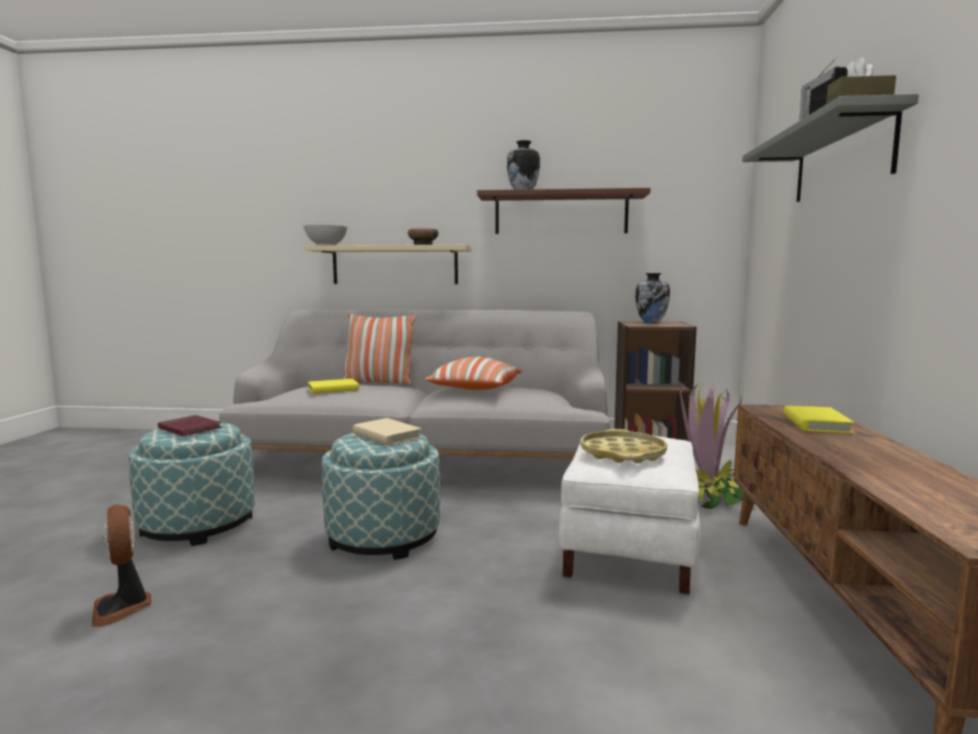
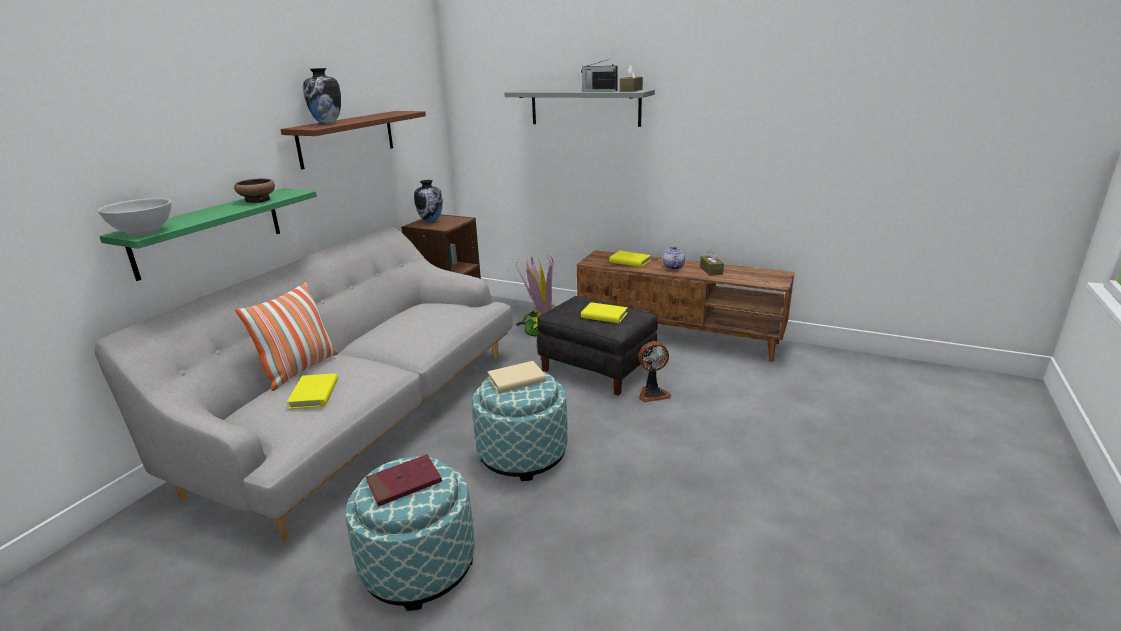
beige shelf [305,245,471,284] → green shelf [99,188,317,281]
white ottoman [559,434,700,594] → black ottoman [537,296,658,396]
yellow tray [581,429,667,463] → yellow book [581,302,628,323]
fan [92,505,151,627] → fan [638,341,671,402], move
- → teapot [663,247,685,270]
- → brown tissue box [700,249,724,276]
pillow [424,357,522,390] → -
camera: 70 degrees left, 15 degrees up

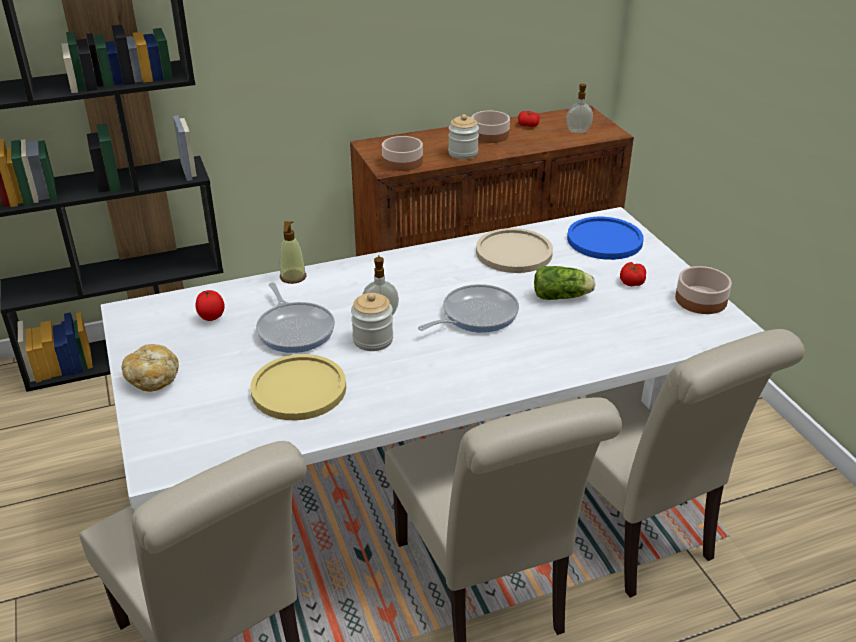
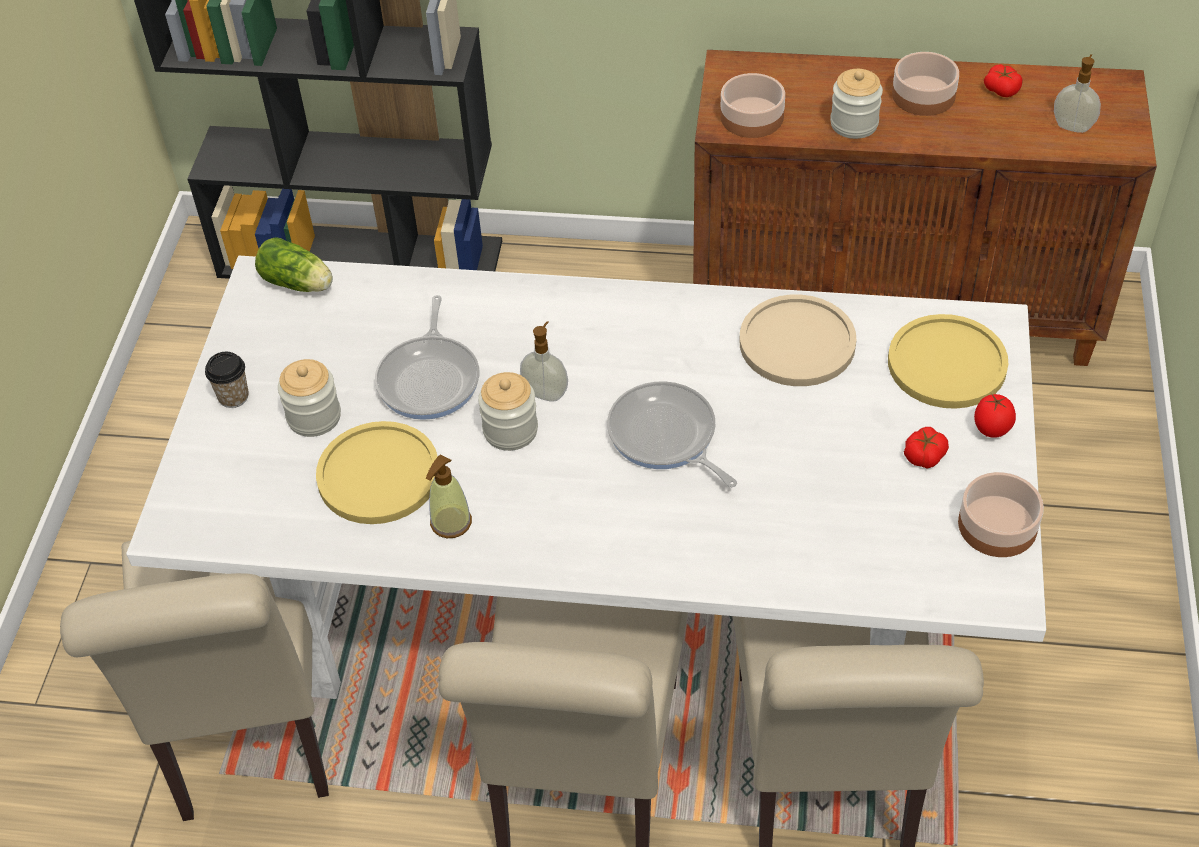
bread [122,344,179,392] → cup [205,352,249,408]
lettuce [534,266,595,300] → lettuce [255,237,333,292], move
- → jar [278,359,341,437]
soap dispenser [280,221,306,284] → soap dispenser [426,455,472,538], move
frying pan [418,284,519,333] → frying pan [607,381,737,487], 120 degrees counterclockwise
blue plate [567,217,644,260] → yellow plate [888,314,1008,409]
tomato [196,290,225,321] → tomato [974,394,1016,438], move
camera: 30 degrees right, 15 degrees up

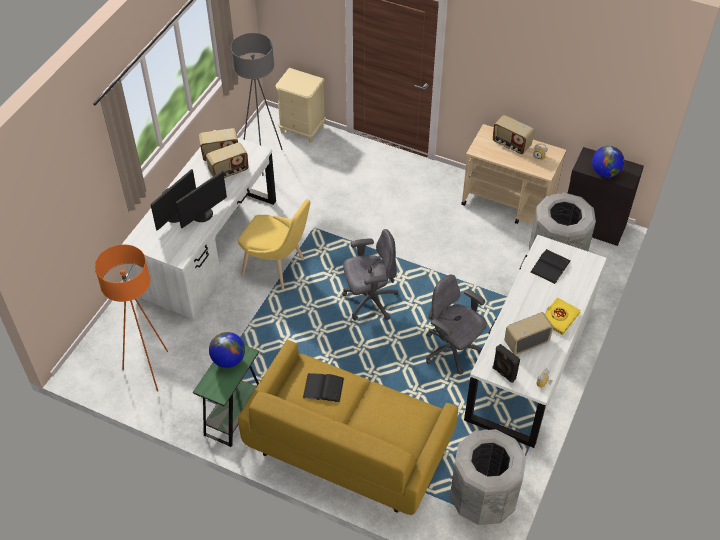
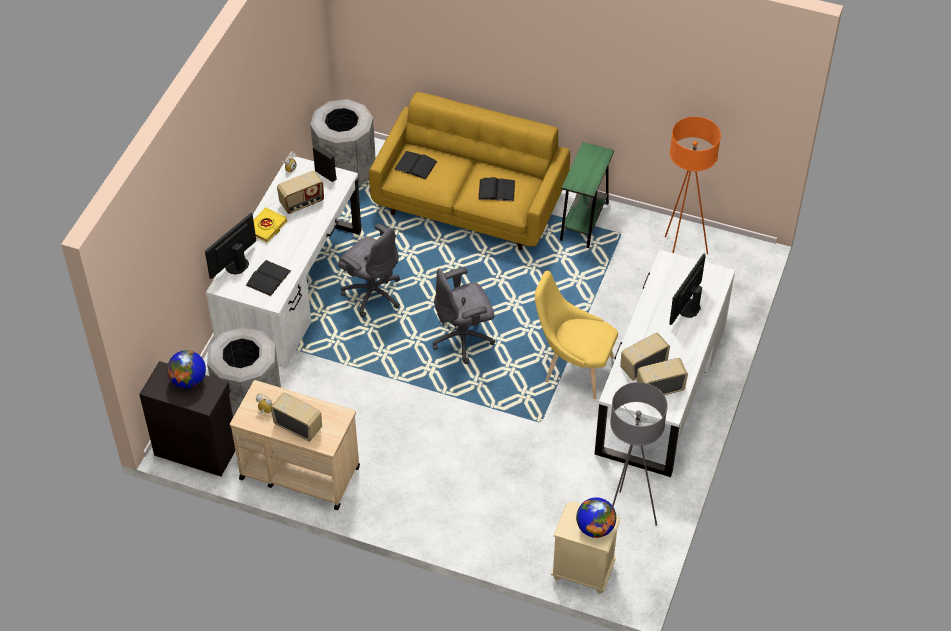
monitor [176,171,227,228] → monitor [205,213,256,279], move
- → black book [394,151,438,180]
globe [209,332,245,368] → globe [576,497,616,538], move
camera: 175 degrees right, 0 degrees up

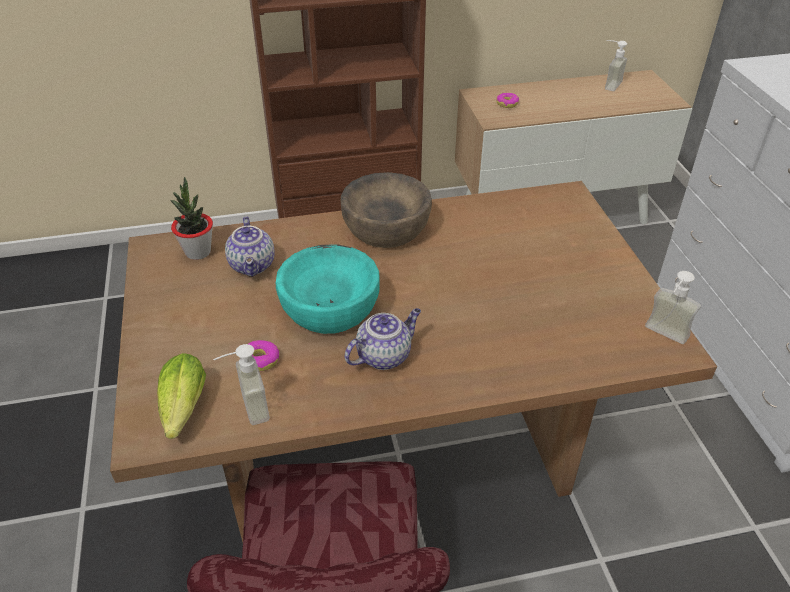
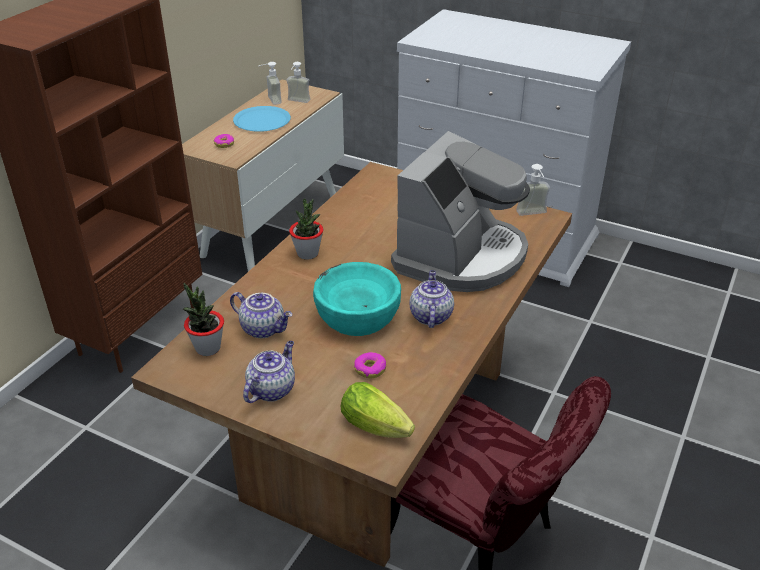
- → blue plate [233,106,291,132]
- → teapot [243,341,295,403]
soap dispenser [213,344,270,425] → soap dispenser [286,62,310,103], move
brown bowl [341,172,432,248] → potted plant [289,199,323,260]
- → coffee machine [391,131,530,292]
camera: 50 degrees left, 5 degrees down

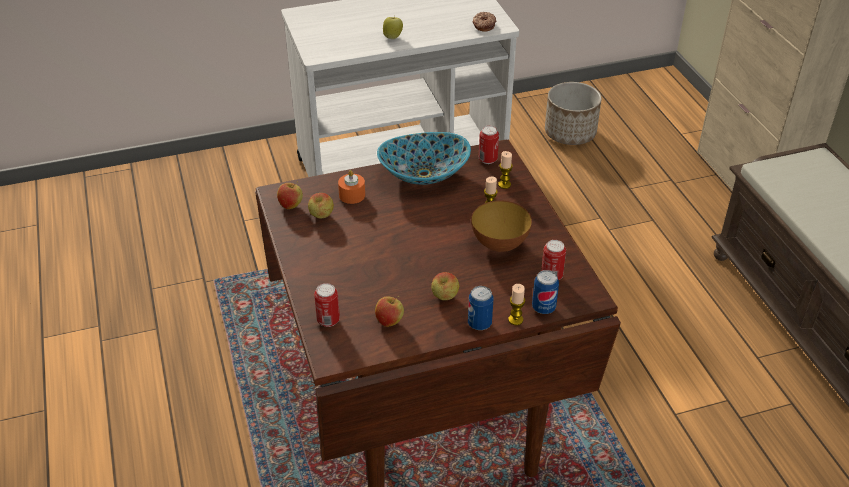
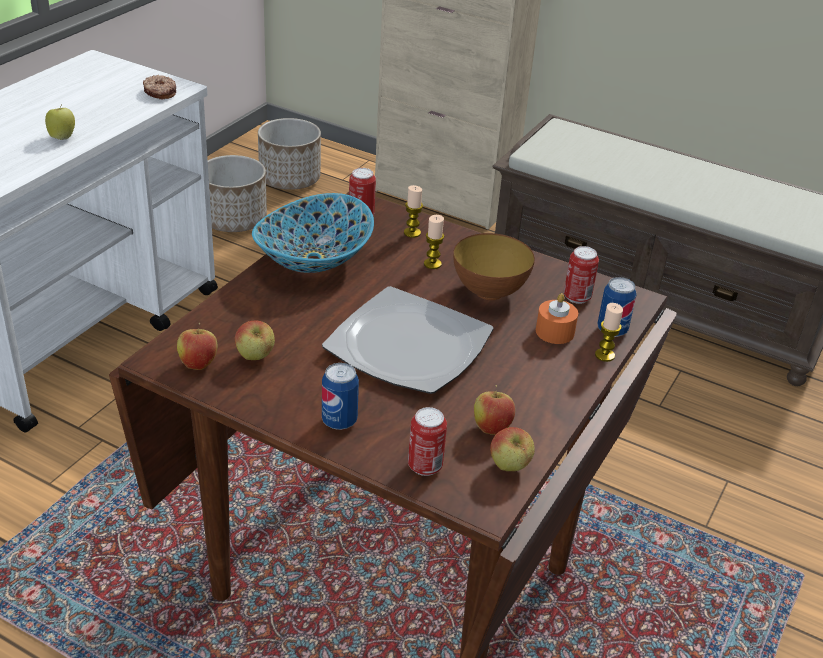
- → planter [258,118,321,190]
- → plate [322,286,493,394]
can [468,286,494,330] → can [322,363,359,430], move
apple [431,272,459,300] → apple [490,427,535,471], move
orange candle [338,170,365,204] → orange candle [536,293,578,344], move
camera: 45 degrees left, 5 degrees down

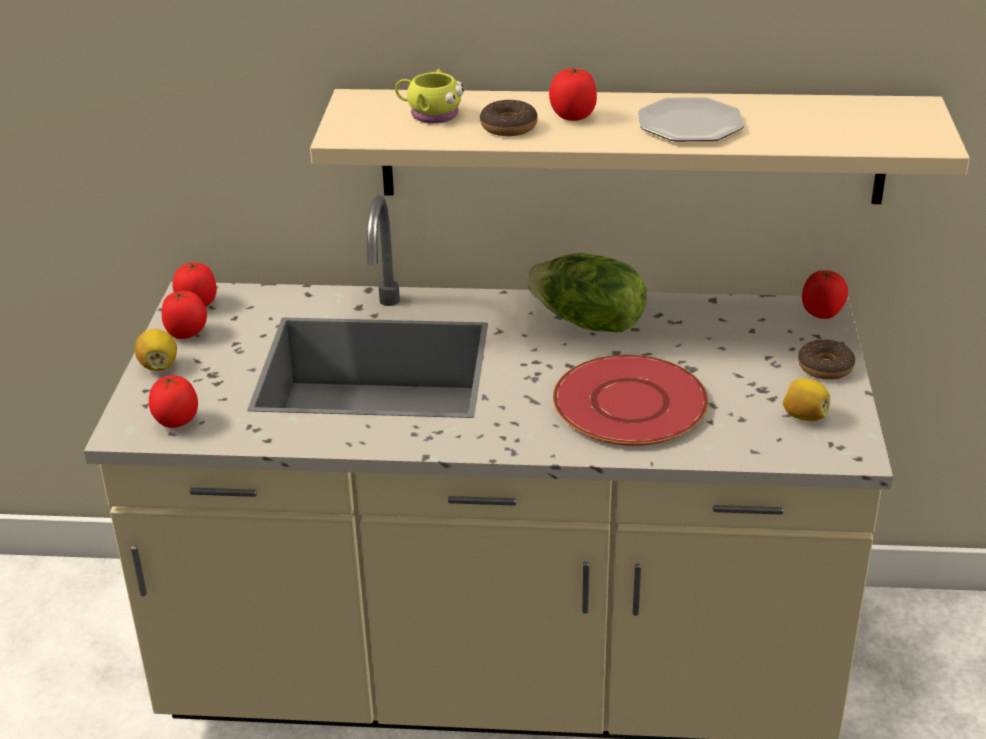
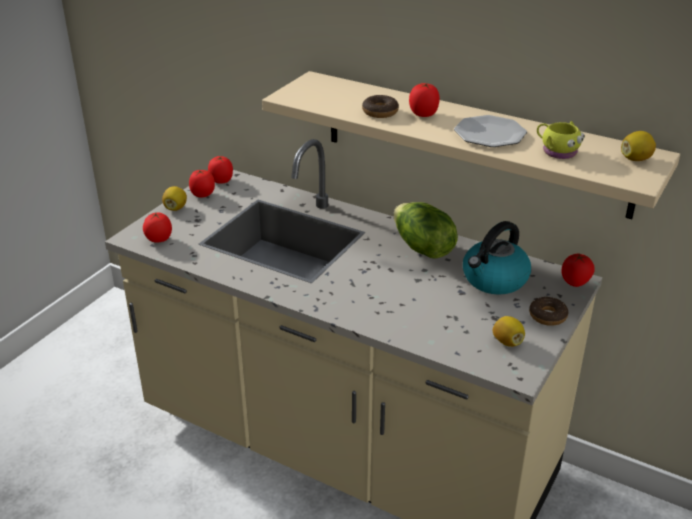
- → kettle [463,221,531,295]
yellow mug [395,69,464,123] → yellow mug [537,121,585,159], move
- → lemon [621,131,656,161]
red plate [553,355,708,446] → -
camera: 25 degrees right, 0 degrees up

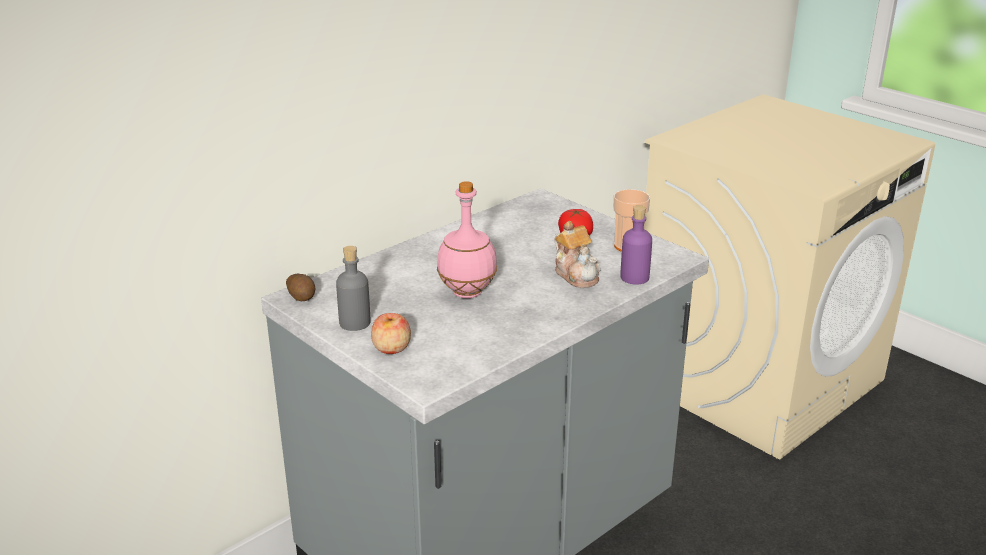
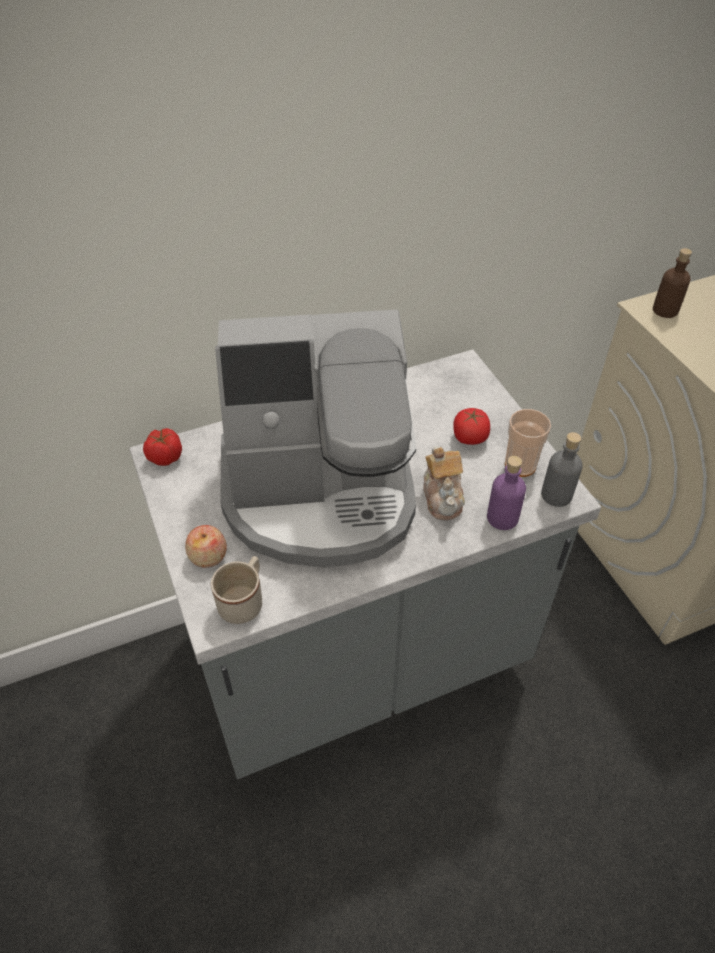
potato [286,274,315,301] → tomato [143,428,182,466]
- → beige mug [211,556,262,624]
pink bottle [437,181,497,298] → coffee machine [215,309,416,568]
grey bottle [336,246,370,331] → grey bottle [541,432,583,507], move
- → brown bottle [653,248,692,318]
camera: 20 degrees right, 20 degrees up

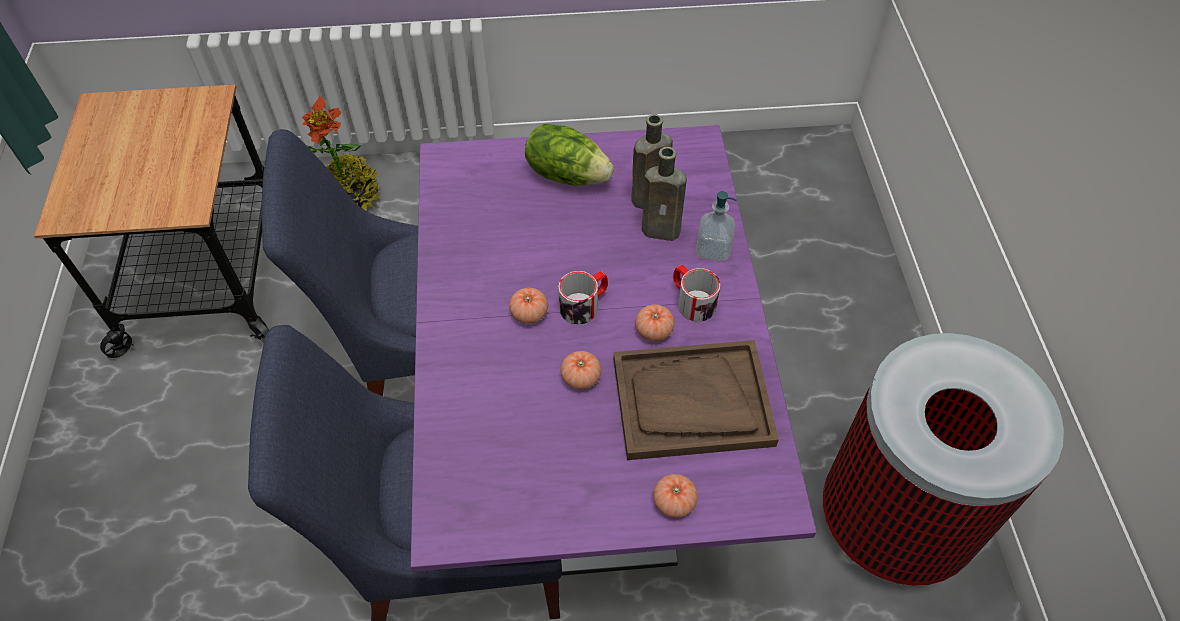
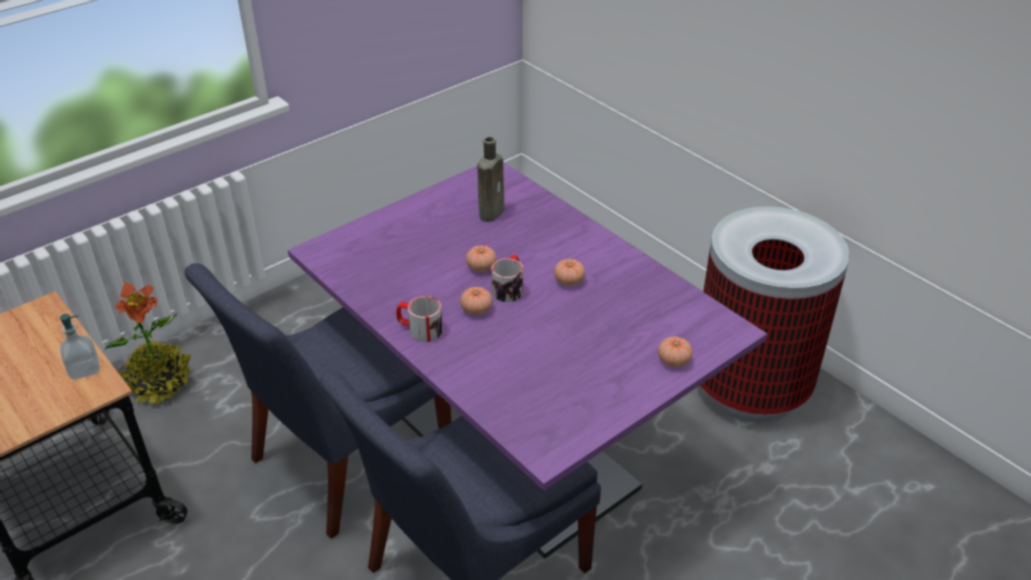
soap dispenser [696,191,737,261] → soap dispenser [60,314,100,380], move
mug [673,265,720,322] → mug [396,296,443,342], move
tomato [560,351,601,389] → tomato [466,245,497,272], move
lettuce [525,124,614,186] → -
brown tray [613,340,779,460] → -
brown bottle [642,147,687,241] → -
camera: 35 degrees left, 15 degrees down

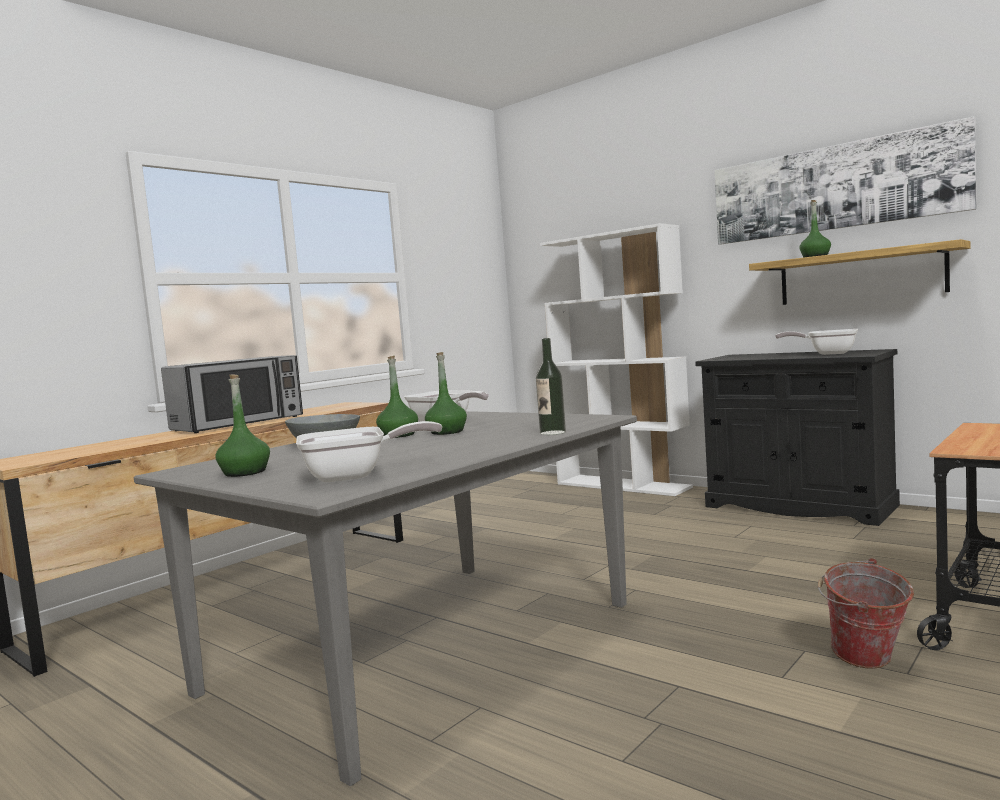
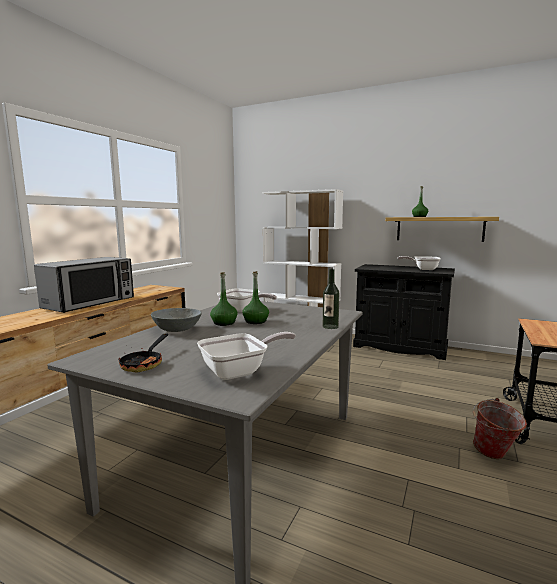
green bottle [215,375,270,477] → frying pan [119,333,168,372]
picture [715,116,976,245] → -
camera: 15 degrees left, 5 degrees up

